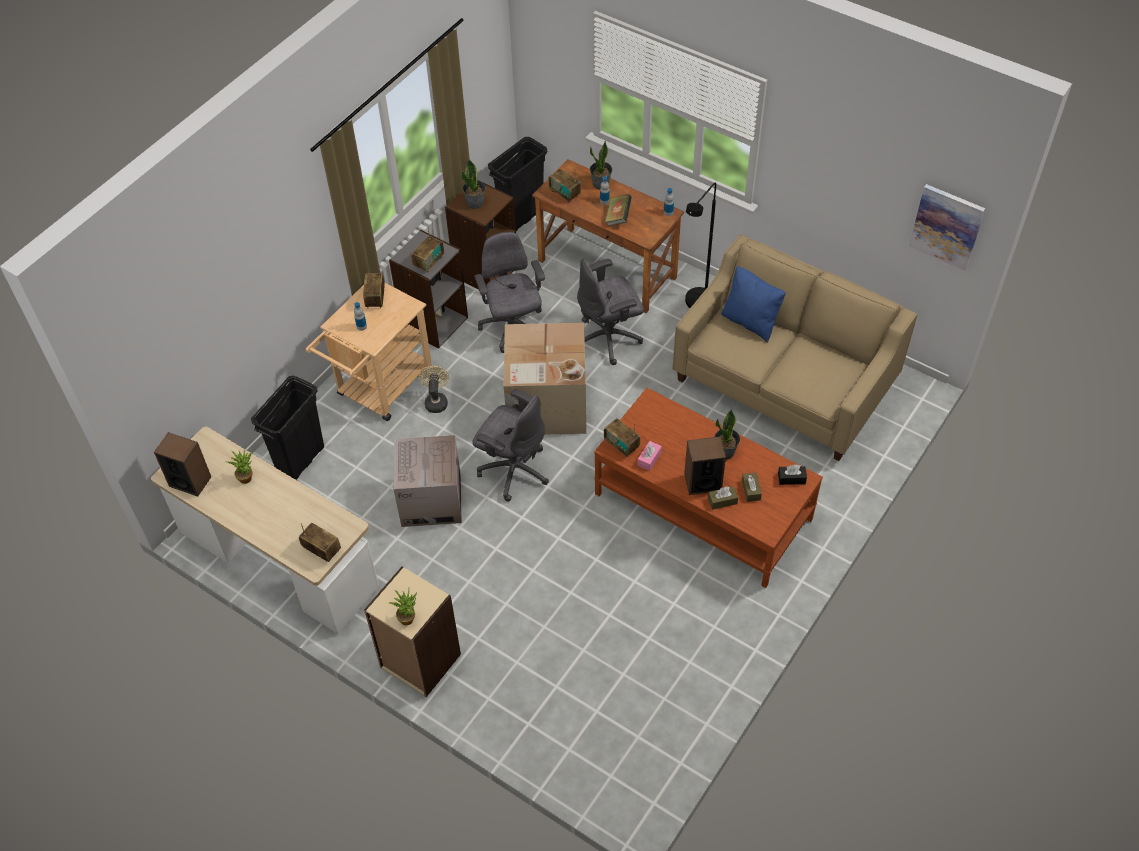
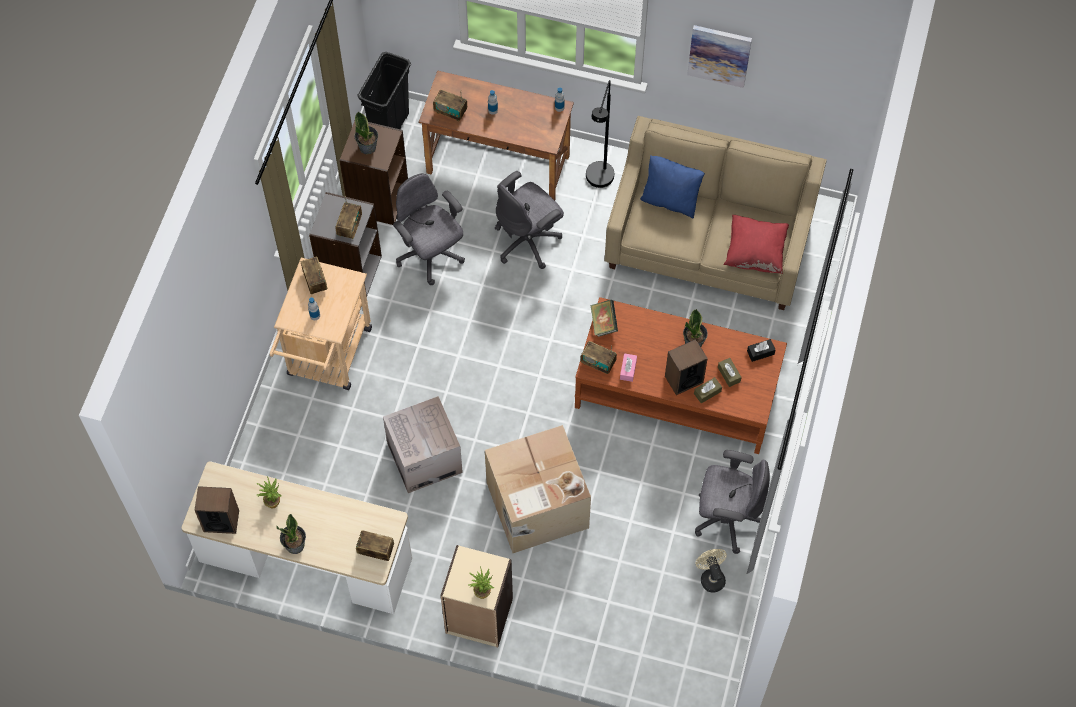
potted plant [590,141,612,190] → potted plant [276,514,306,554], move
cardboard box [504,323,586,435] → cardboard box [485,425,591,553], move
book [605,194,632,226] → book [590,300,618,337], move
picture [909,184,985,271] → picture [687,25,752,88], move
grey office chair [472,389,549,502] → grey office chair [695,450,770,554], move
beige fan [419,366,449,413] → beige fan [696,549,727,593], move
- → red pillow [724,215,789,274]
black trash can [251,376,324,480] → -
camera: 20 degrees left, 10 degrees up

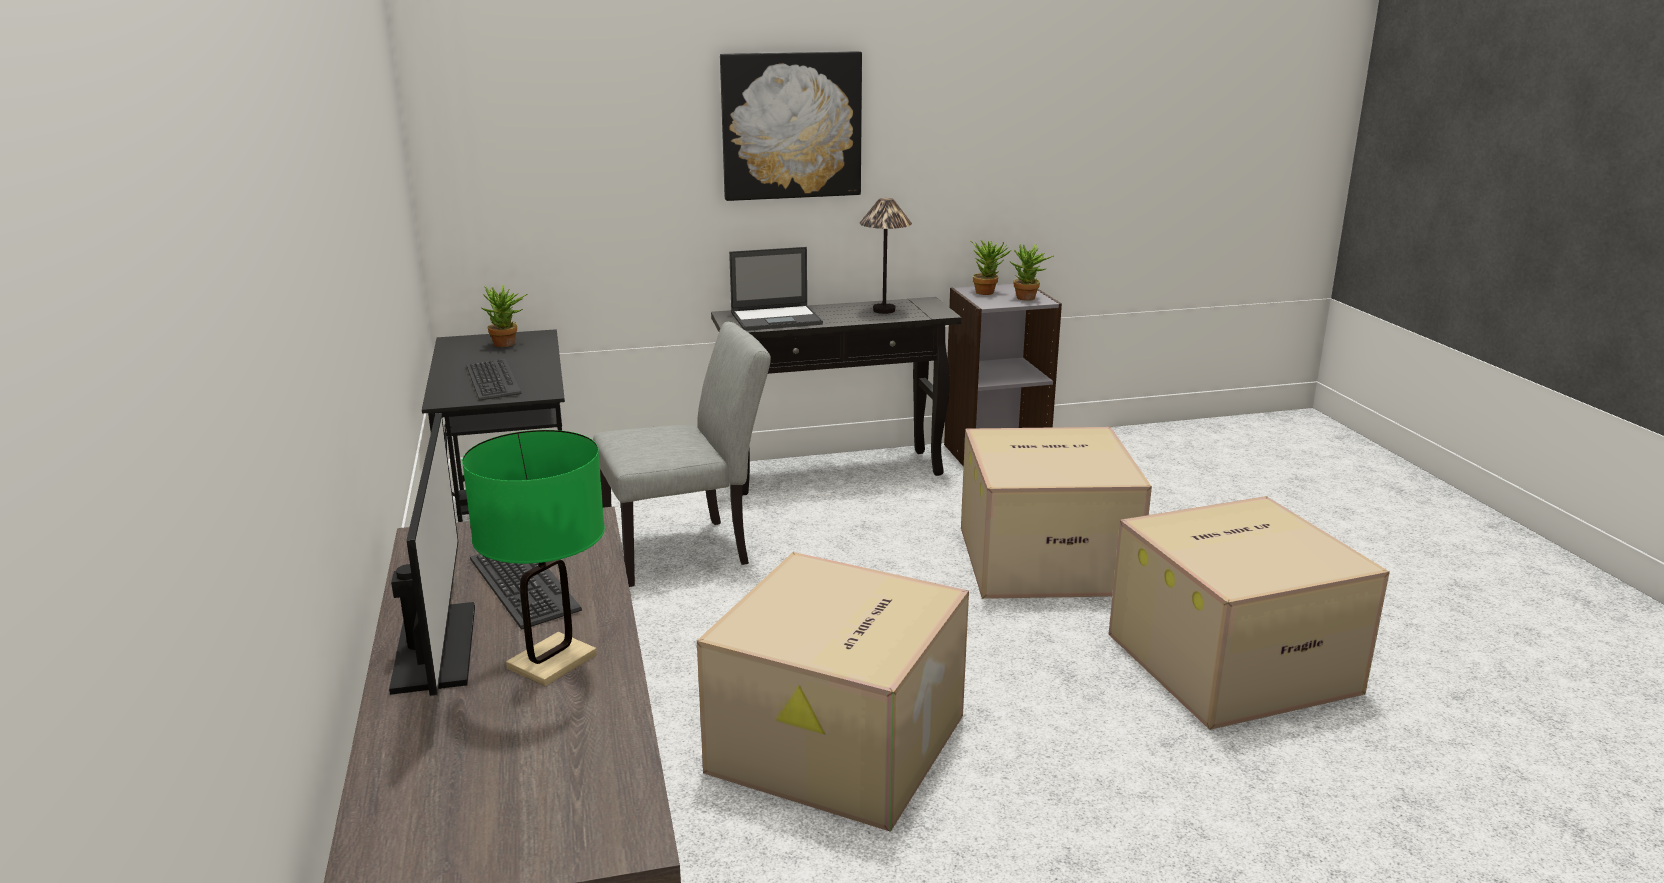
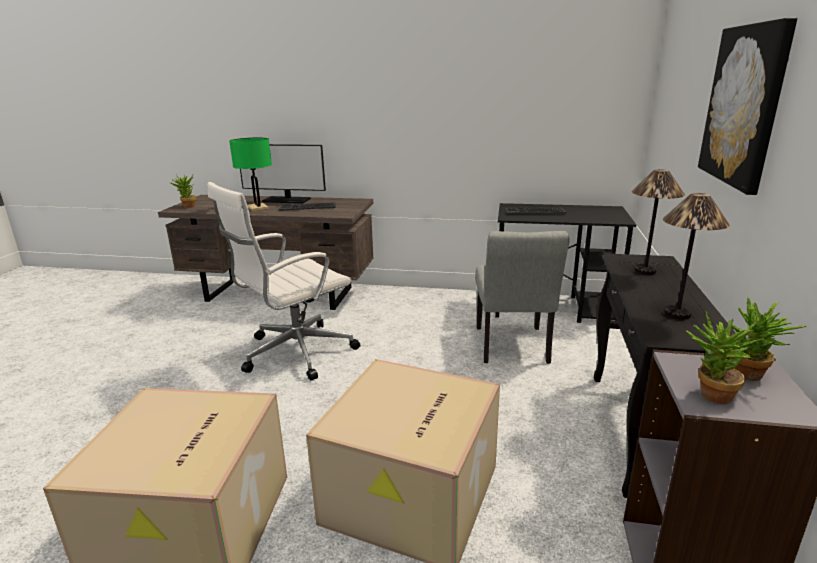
potted plant [482,284,527,347] → potted plant [169,174,196,208], move
cardboard box [697,552,969,832] → white office chair [207,182,360,380]
laptop [729,247,823,331] → table lamp [632,169,685,275]
camera: 115 degrees right, 0 degrees up

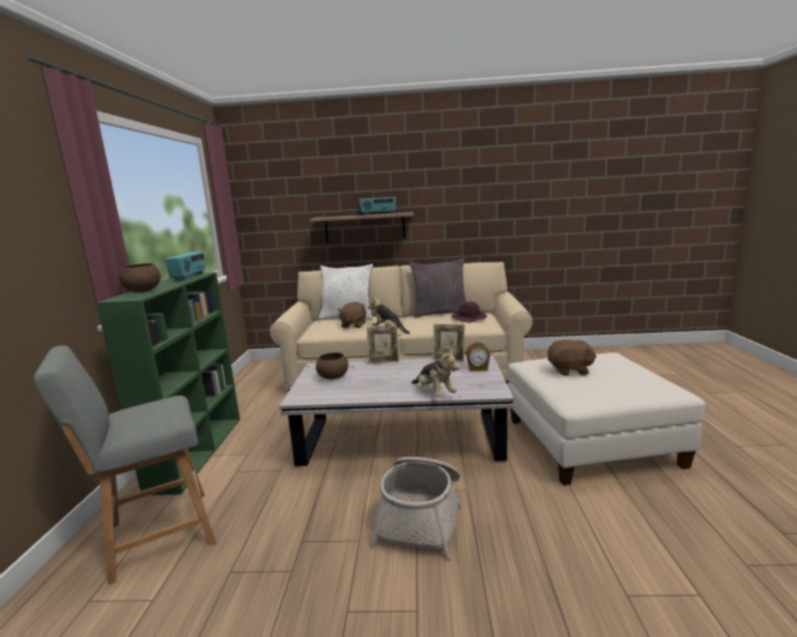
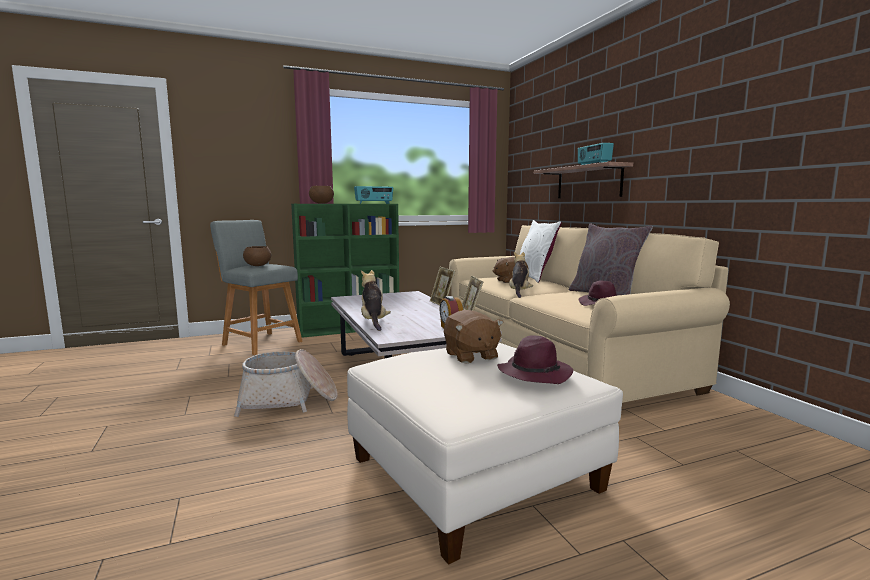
brown bowl [316,352,348,380] → brown bowl [243,246,271,266], move
plush toy [412,347,460,396] → plush toy [361,270,391,331], 135 degrees clockwise
- → purple hat [497,335,573,384]
camera: 65 degrees right, 5 degrees down

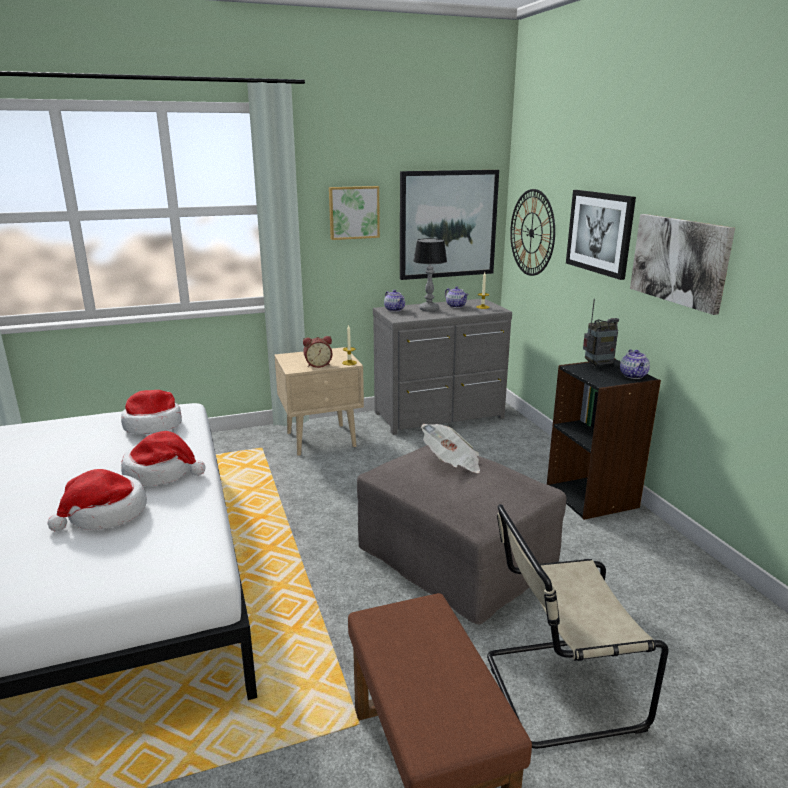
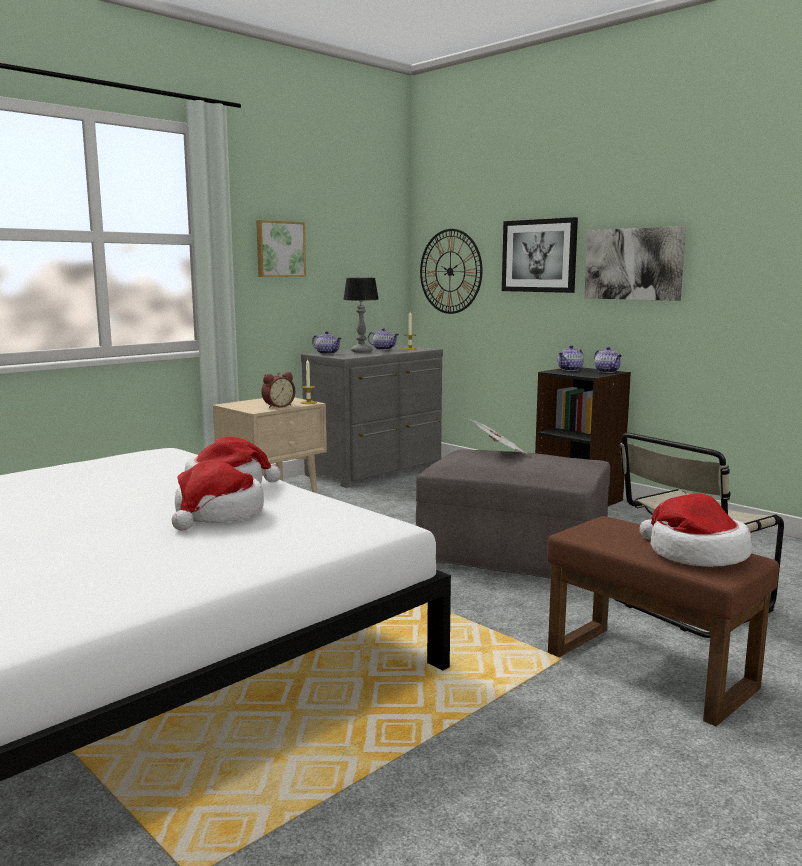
radio [583,299,619,368] → teapot [558,345,584,371]
hat [121,390,182,434] → hat [640,493,752,567], move
picture [400,170,499,280] → -
camera: 25 degrees left, 10 degrees down

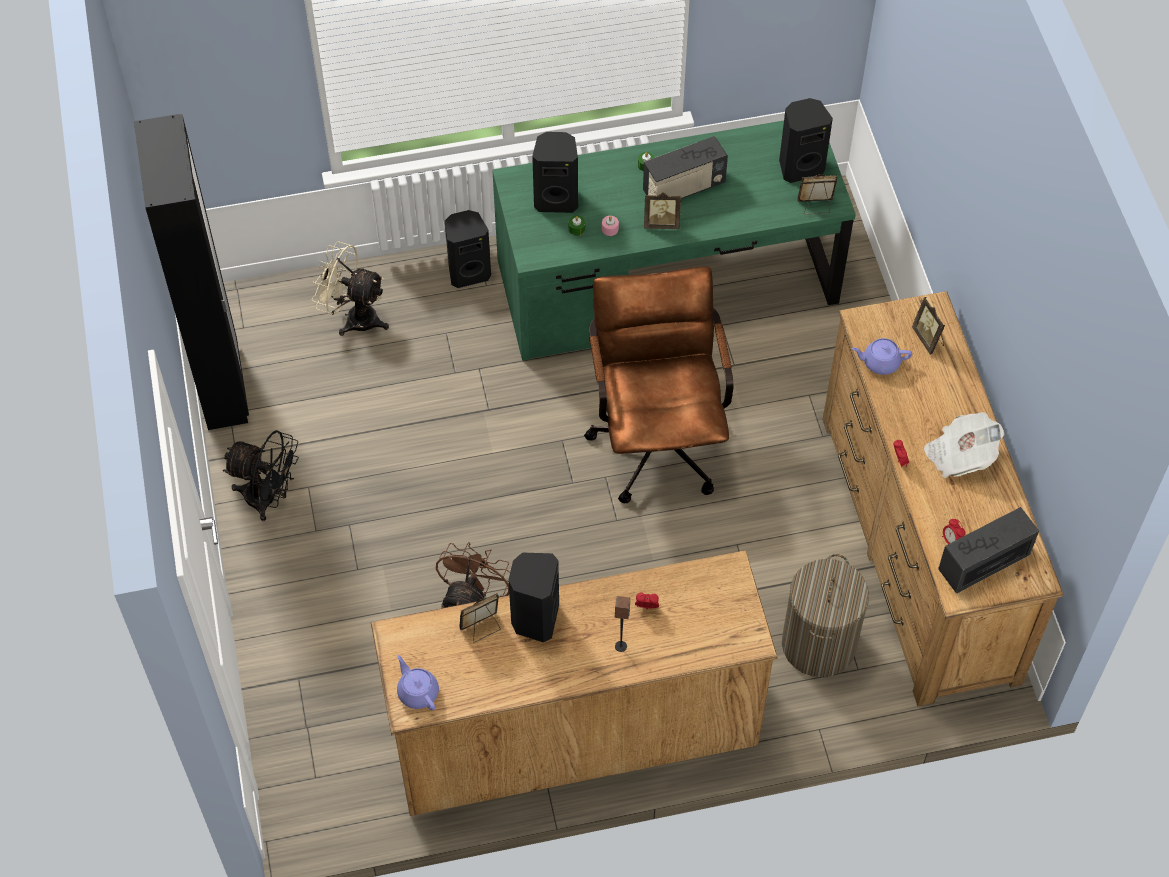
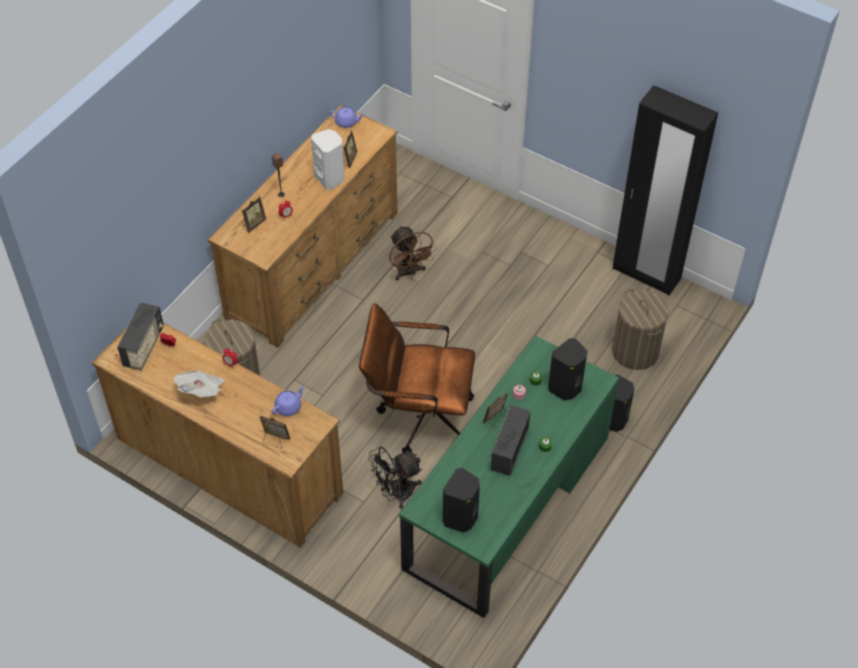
picture frame [797,174,838,215] → picture frame [242,196,266,233], move
black speaker [508,552,559,642] → white speaker [311,129,344,190]
brown office chair [584,266,734,503] → brown office chair [359,303,475,453], 150 degrees clockwise
black fan [223,430,299,521] → black fan [368,447,422,509], move
beige fan [311,241,389,336] → laundry basket [612,289,669,370]
camera: 135 degrees right, 5 degrees down

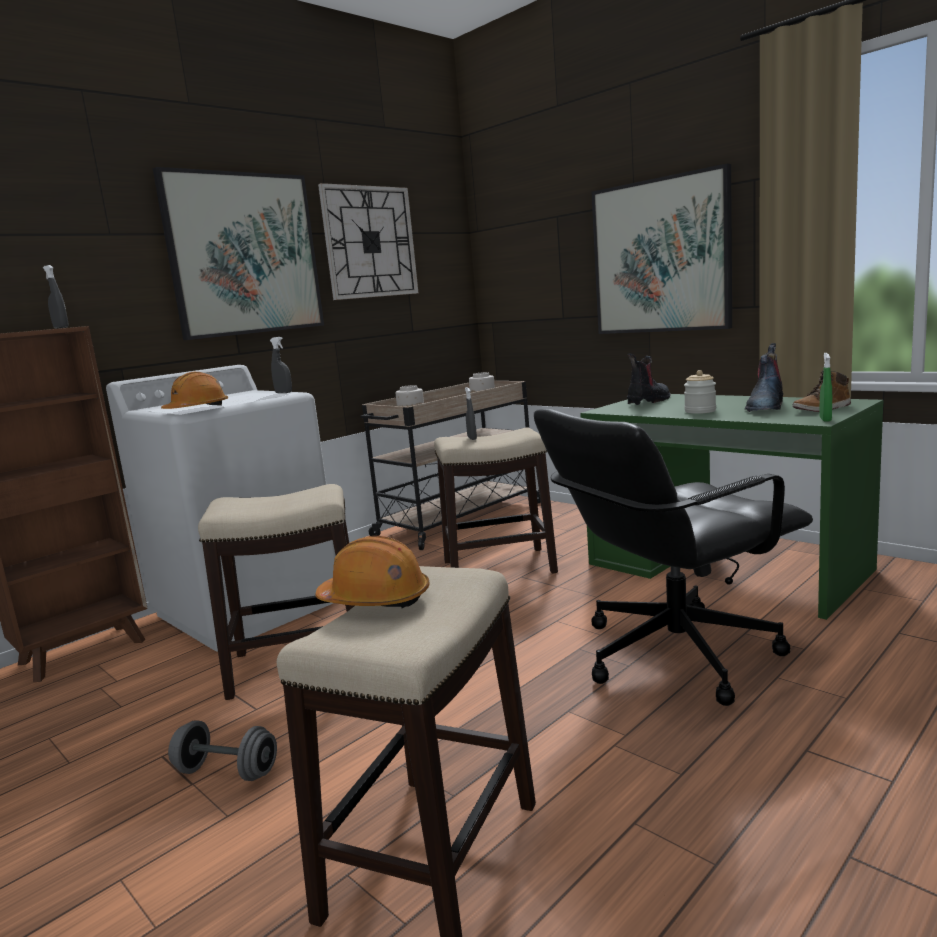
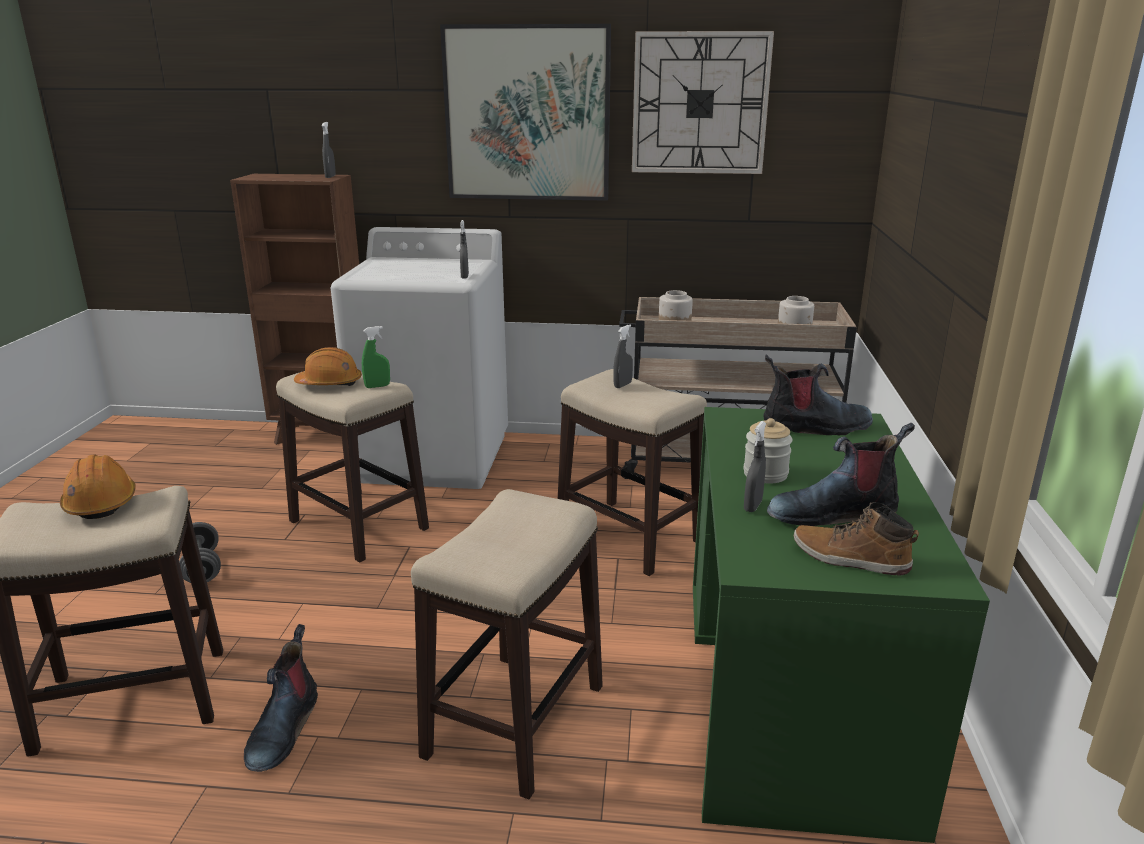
- → boot [244,624,318,772]
orange hard hat [161,372,228,409] → orange hard hat [294,347,362,387], move
green spray bottle [819,353,832,422] → green spray bottle [362,326,390,388], move
black office chair [534,409,813,706] → stool [411,489,603,799]
- → grey spray bottle [744,421,766,512]
picture [592,164,732,334] → -
camera: 50 degrees right, 10 degrees up

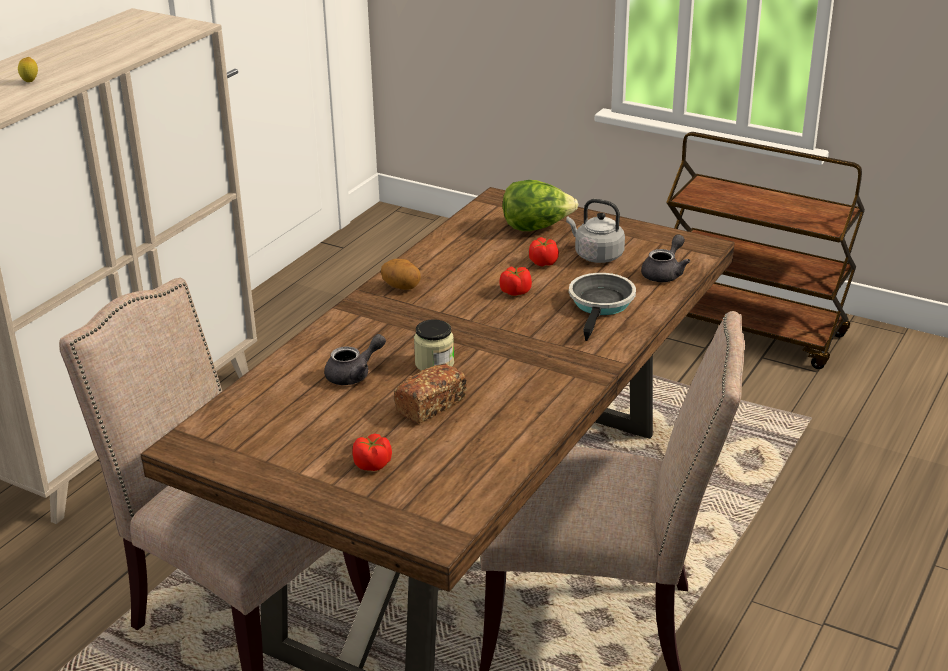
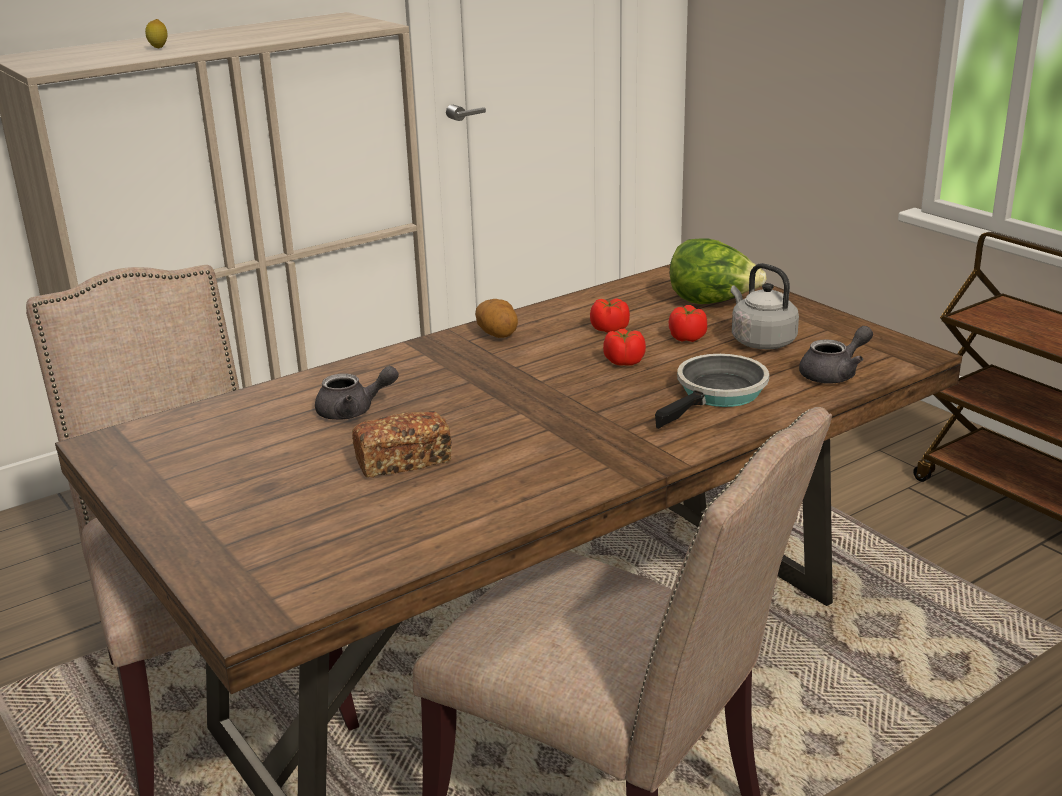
tomato [353,434,392,471] → tomato [590,299,630,333], move
jar [414,319,454,371] → -
camera: 25 degrees right, 5 degrees down

